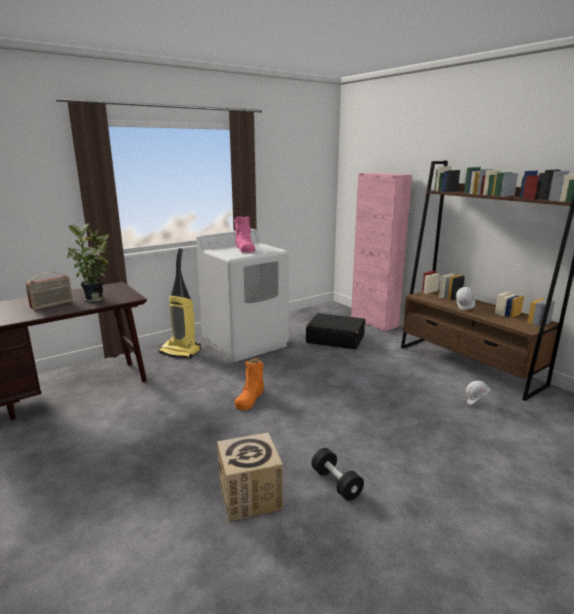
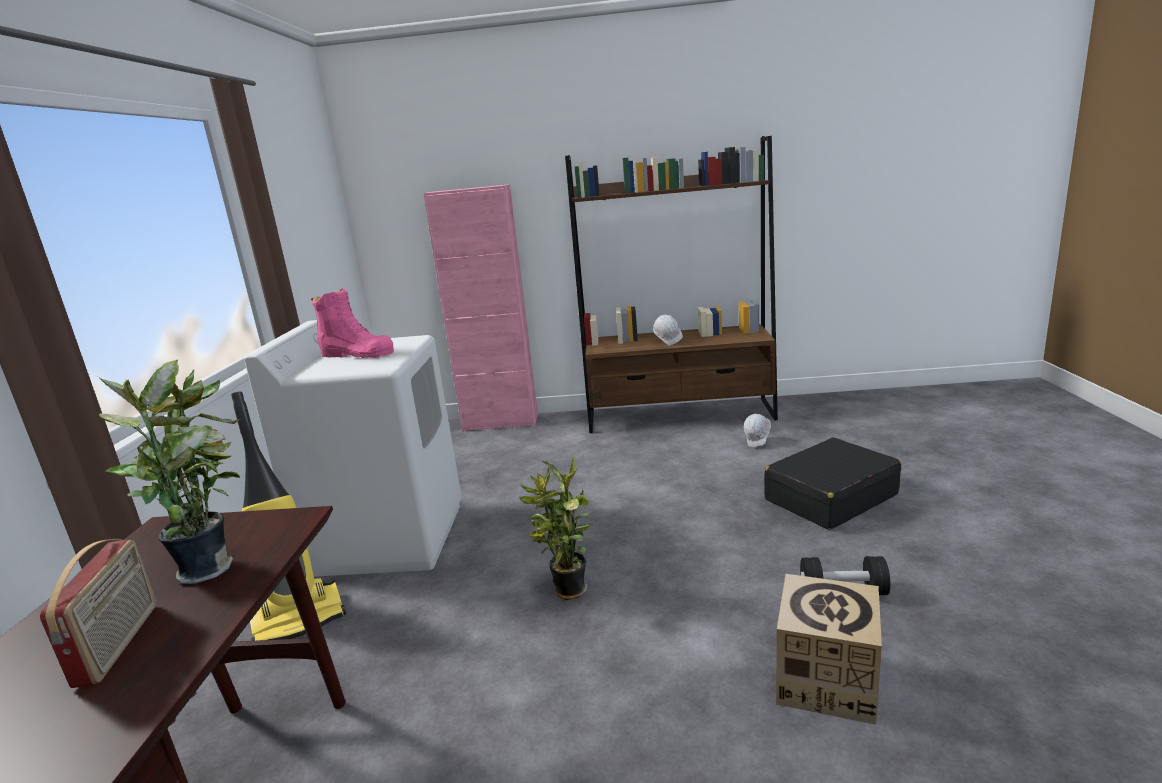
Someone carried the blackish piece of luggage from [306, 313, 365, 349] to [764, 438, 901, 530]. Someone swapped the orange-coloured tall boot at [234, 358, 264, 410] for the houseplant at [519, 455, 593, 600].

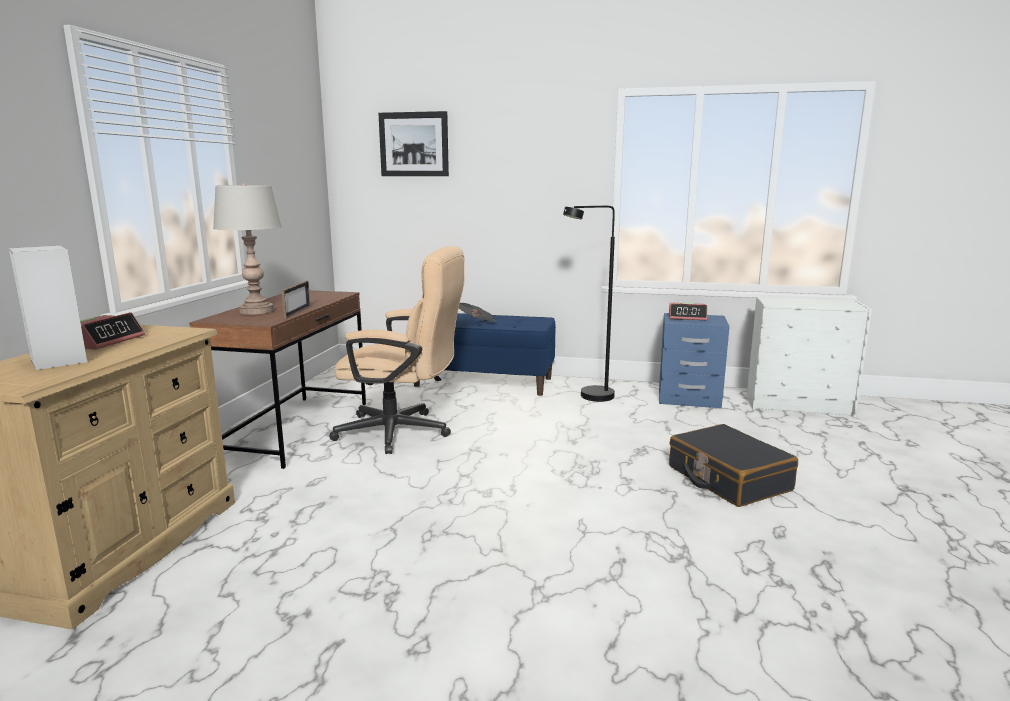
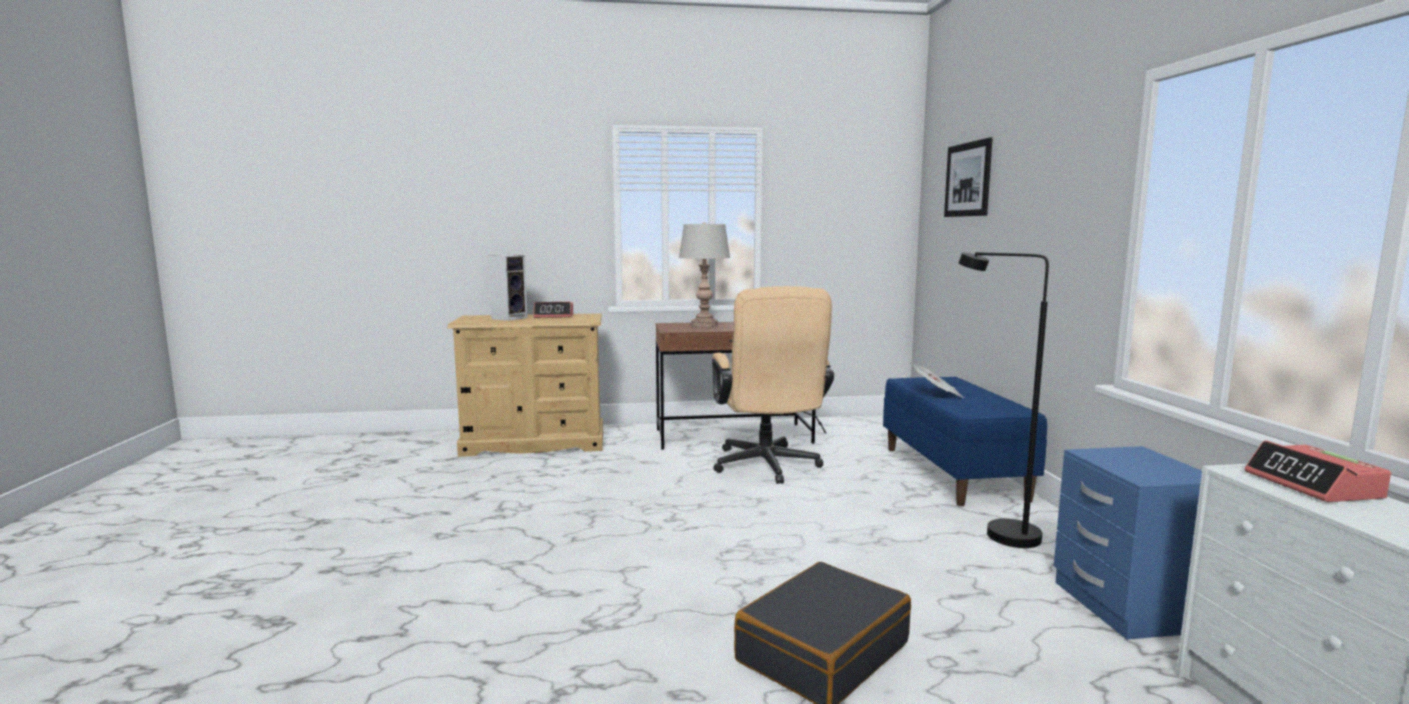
Someone took away the photo frame at [282, 281, 310, 319]. Someone carried the bedside clock from [669, 303, 707, 320] to [1245, 440, 1391, 502].

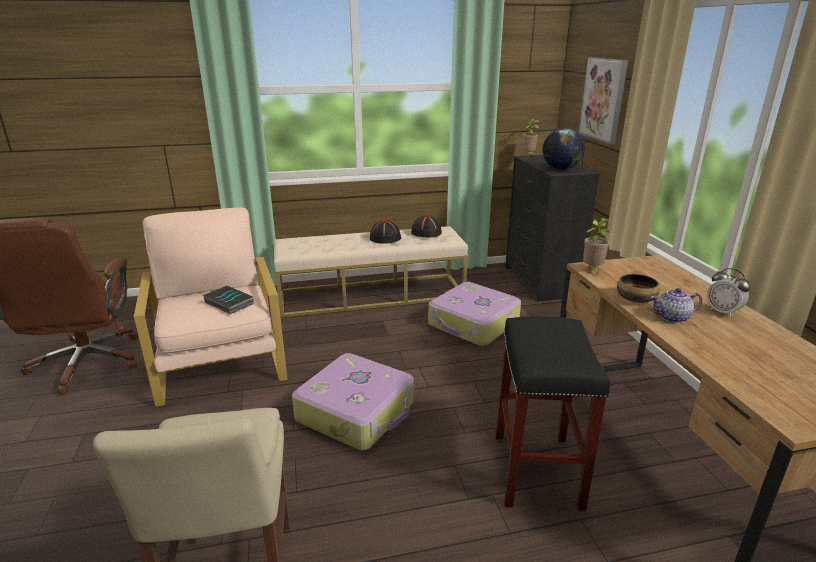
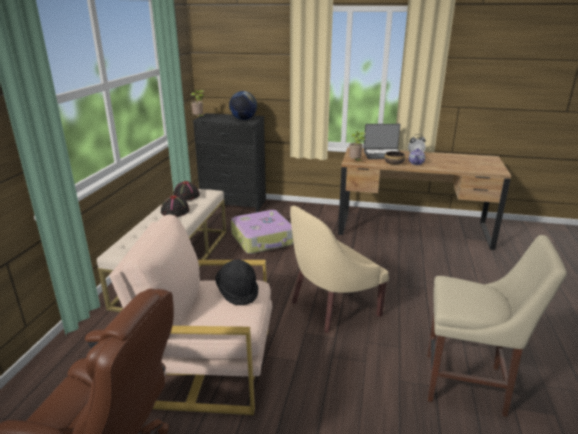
Someone took away the blackish stool at [496, 316, 610, 511]. Someone took away the picture at [578, 57, 628, 144]. Someone put down the portable computer at [364, 124, 400, 159]. Someone swapped the bound book at [203, 286, 254, 314] for the blackish wearable hat at [215, 259, 258, 306]. Someone swapped the piece of luggage at [292, 353, 414, 450] for the sand-coloured lounge chair at [290, 206, 389, 333].

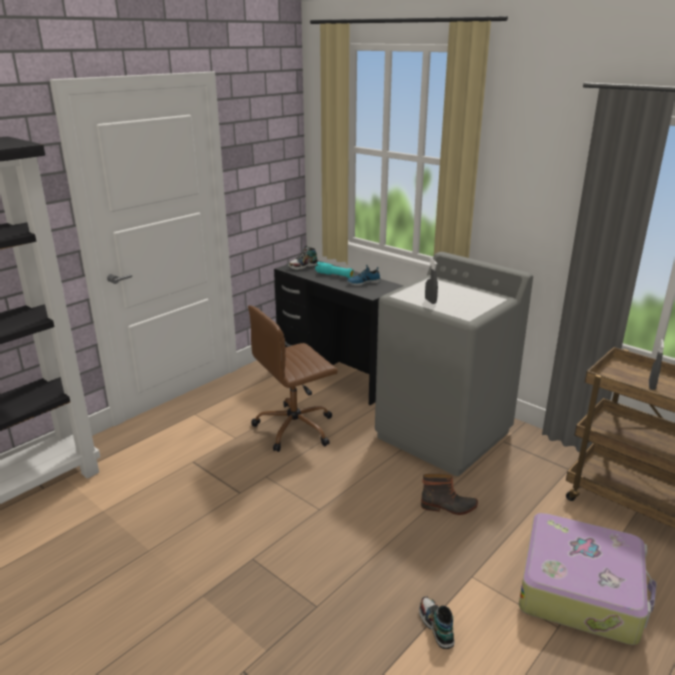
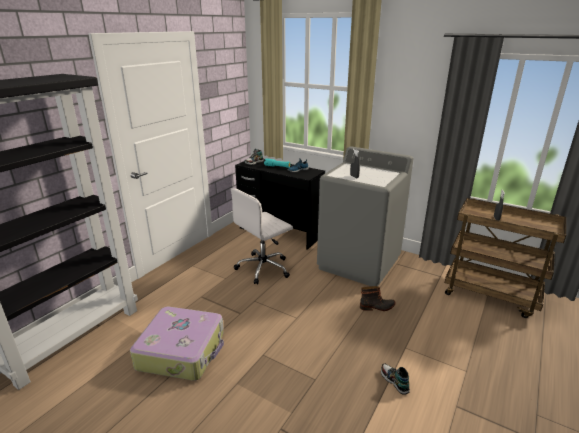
Someone carried the piece of luggage from [519, 513, 657, 645] to [130, 307, 224, 381]. Someone repainted the brownish computer chair at [248, 306, 338, 452], which became the white-coloured computer chair at [231, 188, 293, 285].

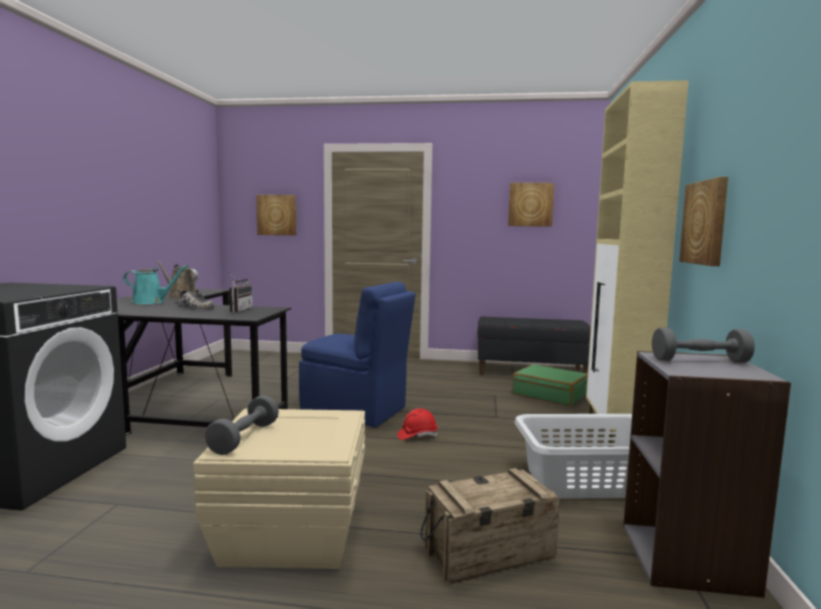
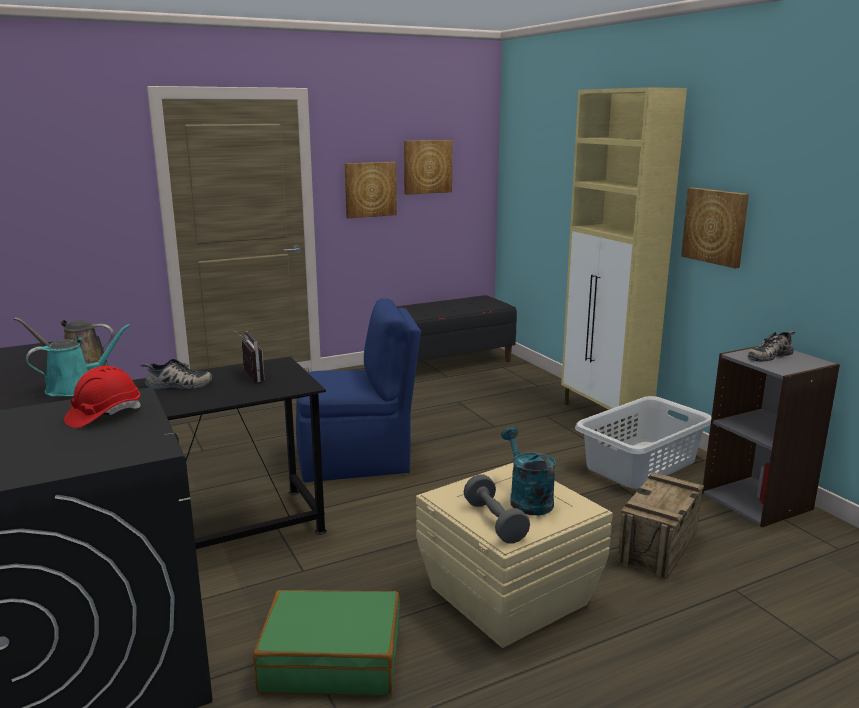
Someone put down the turquoise-coloured watering pot at [501, 427, 556, 515]. Someone carried the picture from [256, 195, 296, 235] to [345, 162, 397, 218]. Someone carried the red work helmet from [397, 408, 438, 440] to [64, 366, 141, 428]. Someone carried the green-coloured piece of luggage from [512, 364, 588, 406] to [253, 590, 400, 696]. Someone swapped the grey dumbbell at [652, 328, 755, 363] for the low shoe at [748, 331, 795, 362].

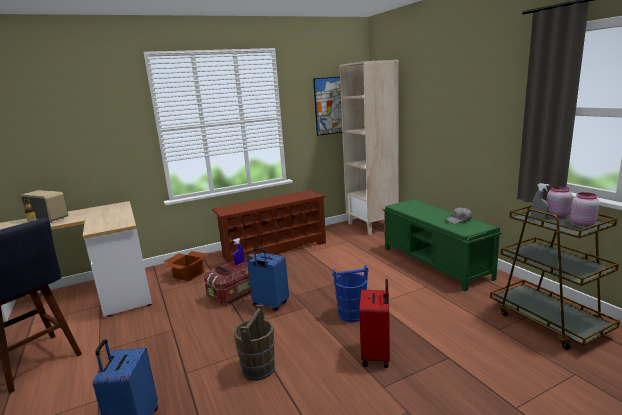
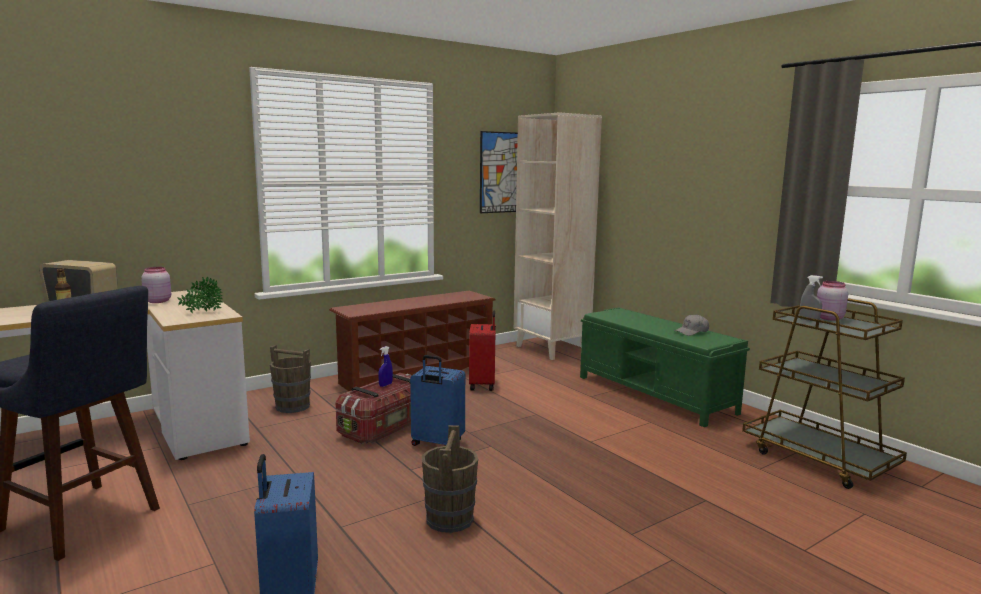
Someone took away the blue pail at [332, 265, 369, 322]. Someone put down the houseplant at [177, 276, 223, 314]. Someone carried the red piece of luggage from [359, 279, 390, 368] to [469, 311, 496, 391]. Someone carried the pink jar from [570, 192, 600, 226] to [141, 267, 171, 303]. Someone swapped the cardboard box at [163, 251, 209, 281] for the brownish pail at [270, 345, 311, 413].

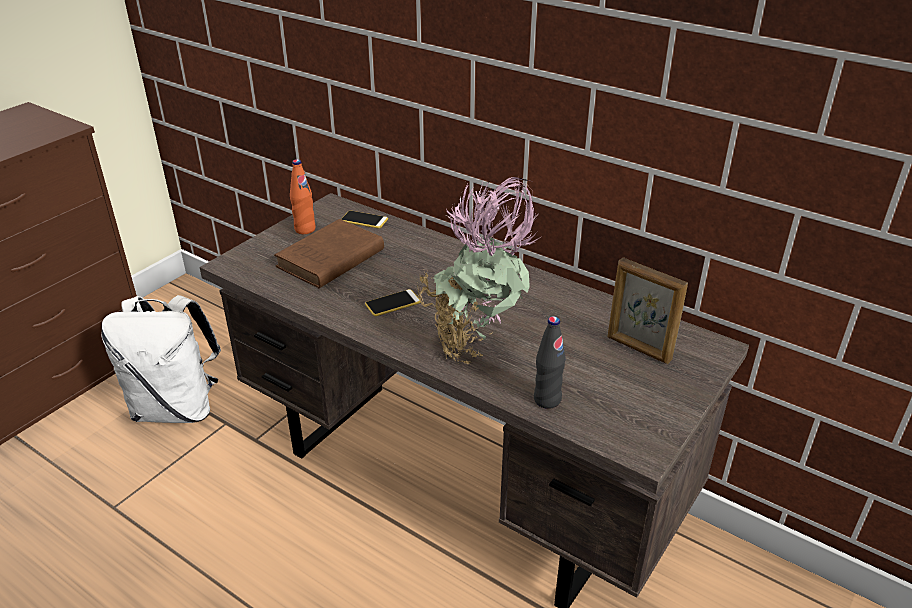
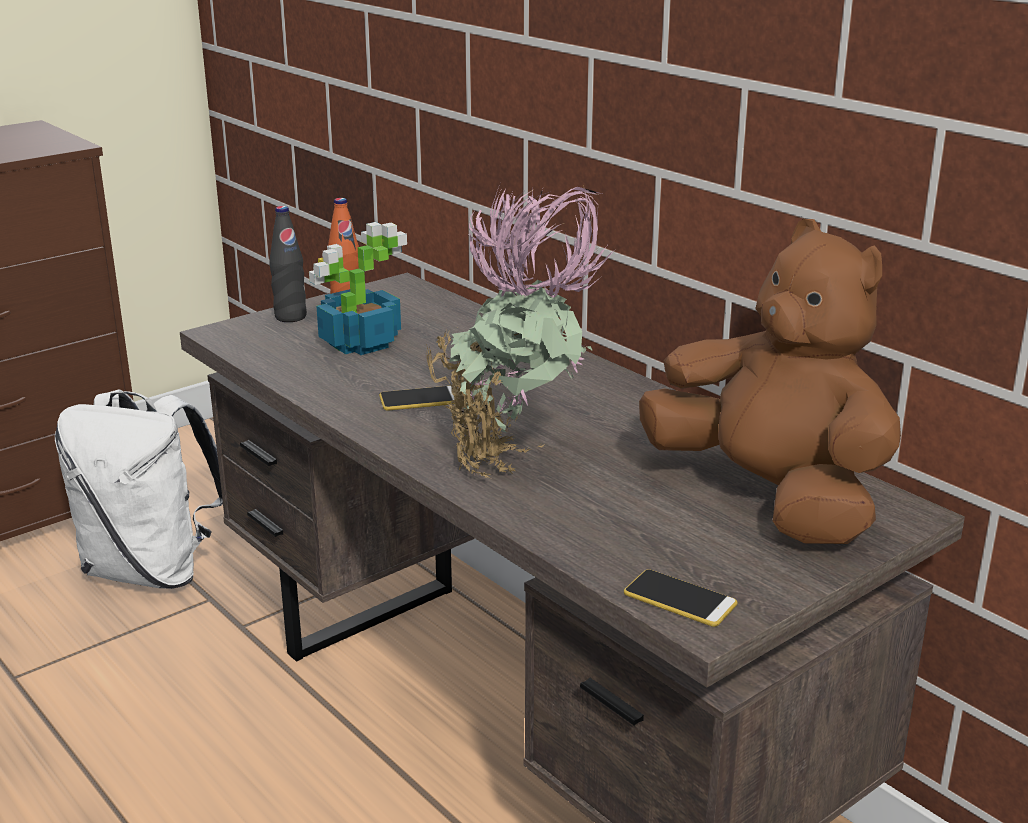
Someone carried the phone from [341, 211, 388, 228] to [624, 569, 737, 627]. Someone carried the blackish drink bottle from [534, 316, 566, 409] to [269, 206, 307, 322]. Someone swapped the brownish bound book at [274, 219, 384, 288] for the houseplant at [309, 222, 407, 355]. Someone swapped the photo frame at [608, 258, 688, 364] for the brownish cuddly toy at [639, 219, 901, 544].

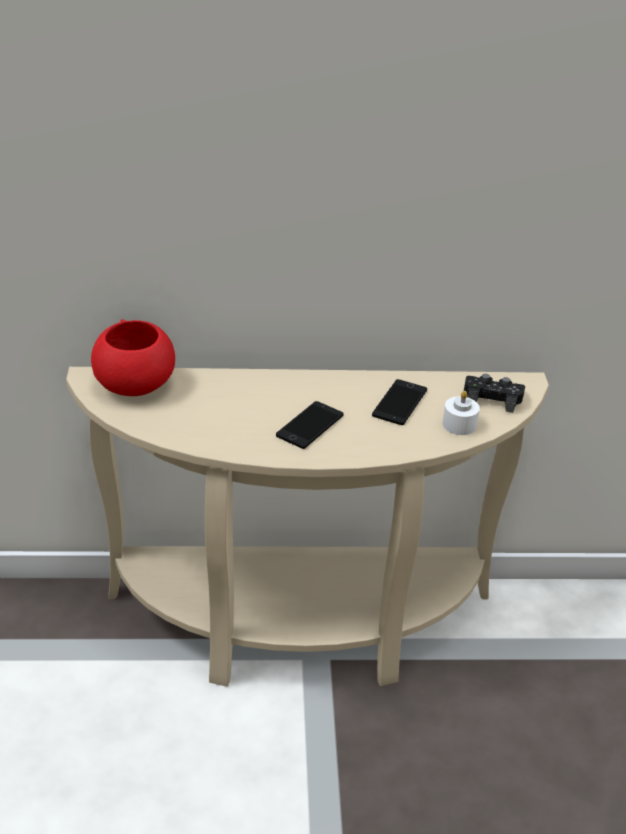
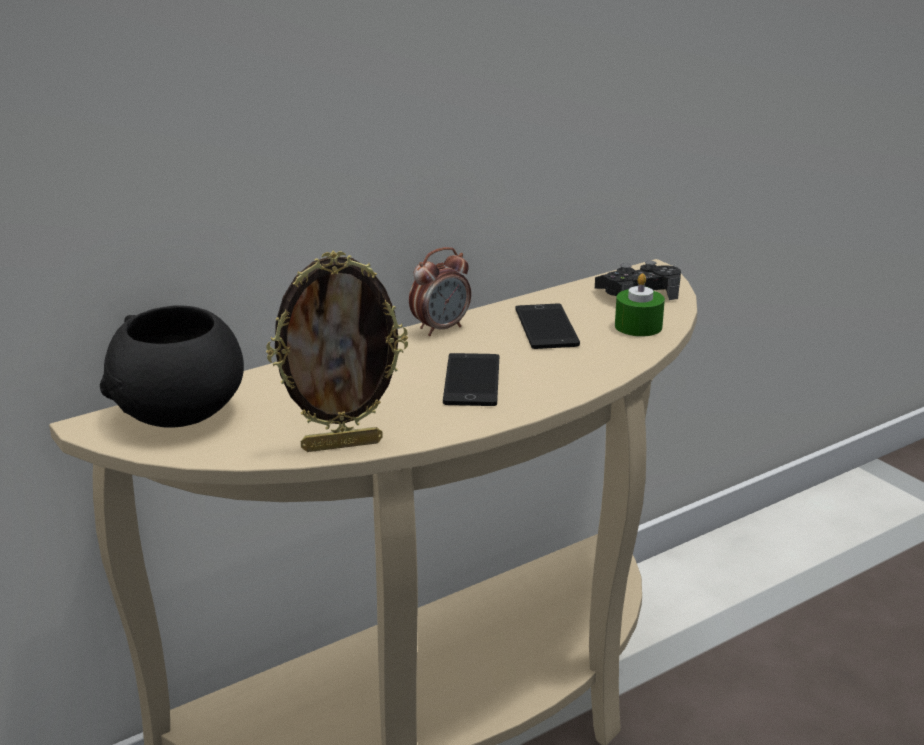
Someone put down the photo frame at [266, 251, 408, 452]. Someone put down the bedside clock at [409, 247, 471, 336]. Someone repainted the red bowl at [91, 319, 175, 396], which became the blackish bowl at [100, 305, 244, 428]. Someone repainted the white-coloured wax light at [442, 391, 480, 435], which became the green-coloured wax light at [615, 273, 665, 337].

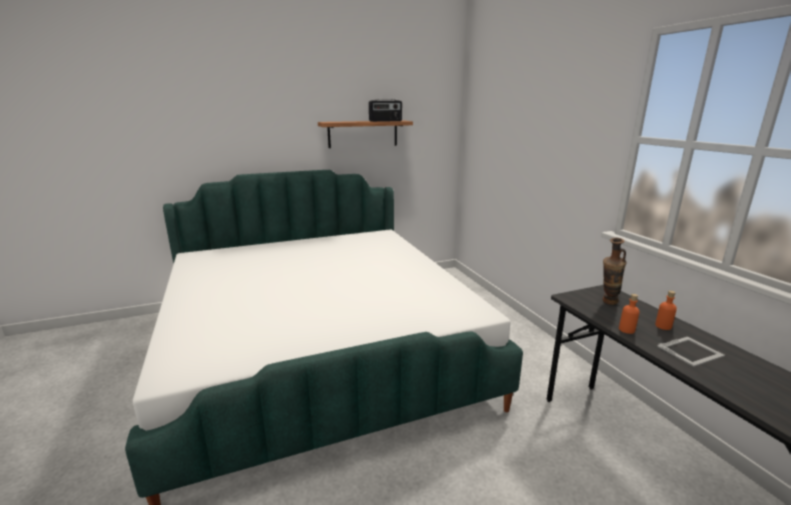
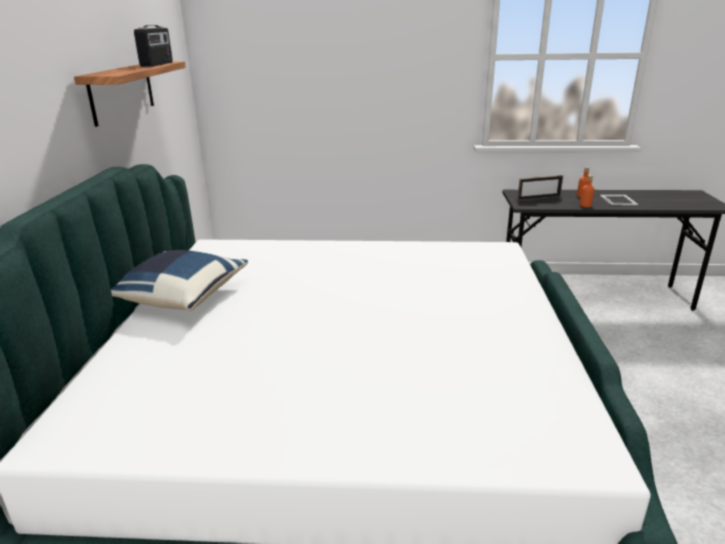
Someone put down the blue throw pillow at [111, 250, 248, 311]. Someone swapped the vase at [603, 238, 626, 305] for the photo frame at [517, 175, 563, 201].

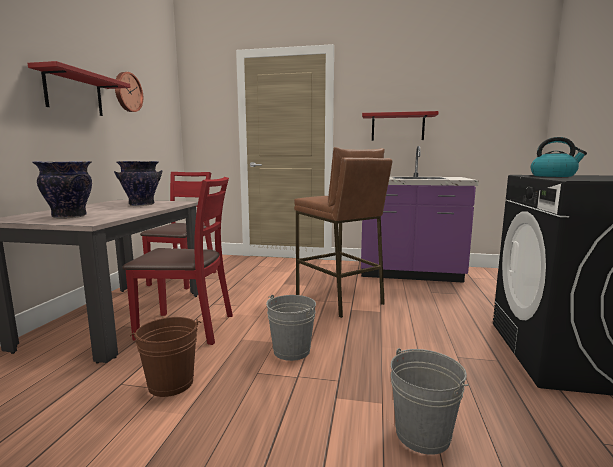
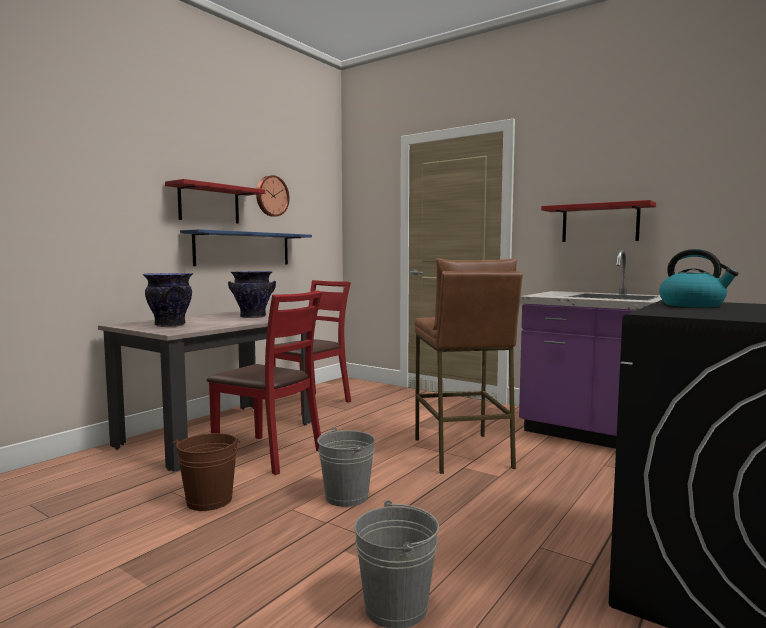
Someone put up the blue bracket shelf at [180, 229, 312, 266].

